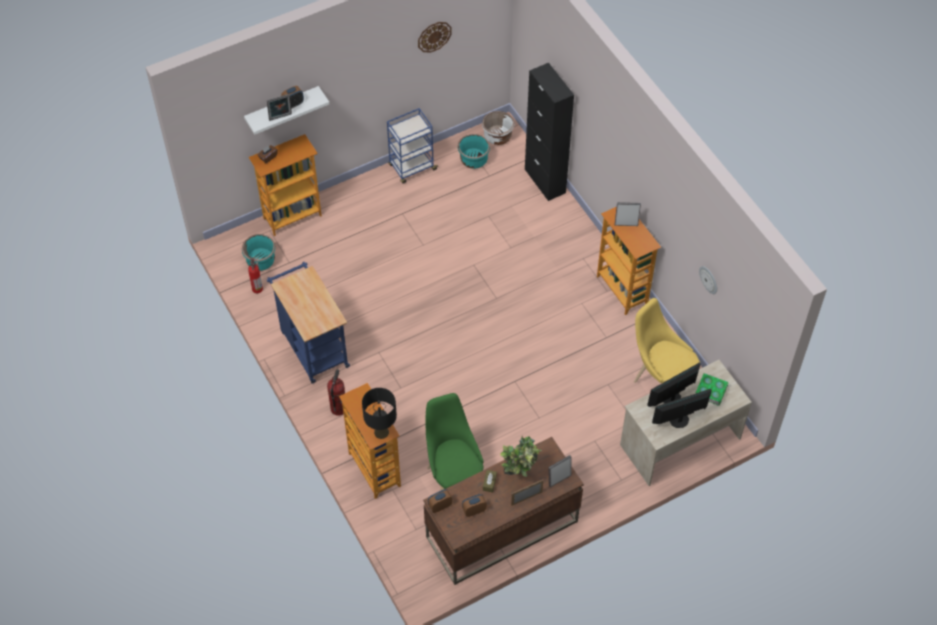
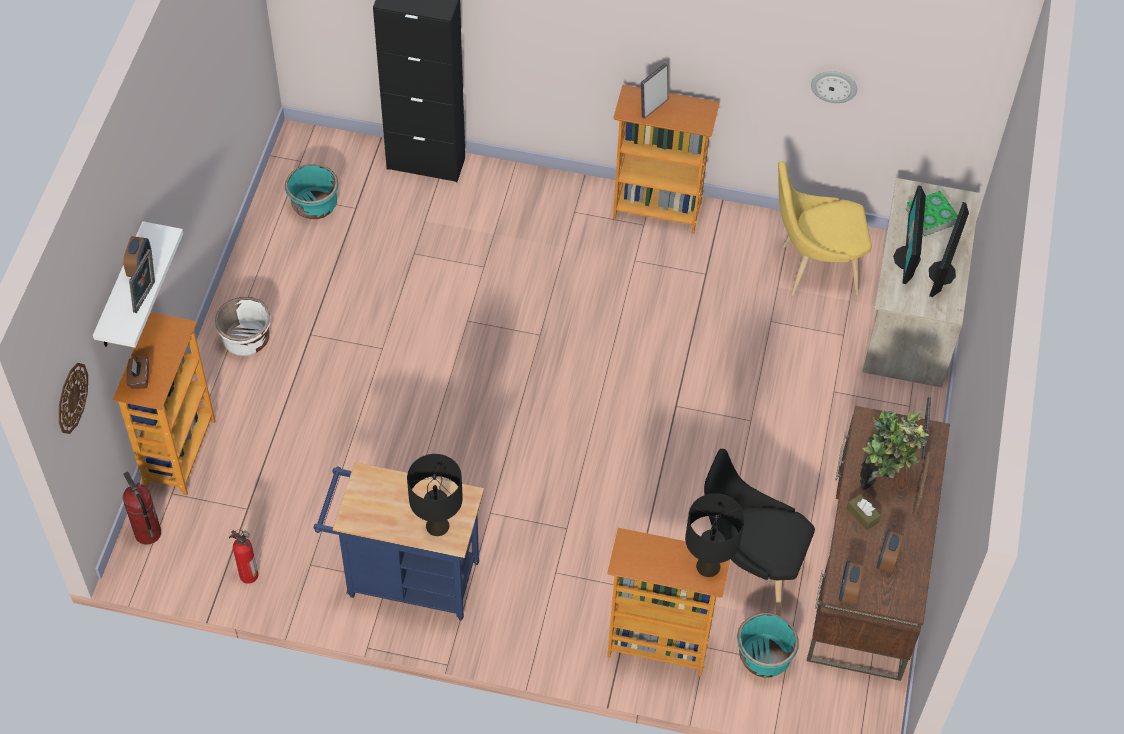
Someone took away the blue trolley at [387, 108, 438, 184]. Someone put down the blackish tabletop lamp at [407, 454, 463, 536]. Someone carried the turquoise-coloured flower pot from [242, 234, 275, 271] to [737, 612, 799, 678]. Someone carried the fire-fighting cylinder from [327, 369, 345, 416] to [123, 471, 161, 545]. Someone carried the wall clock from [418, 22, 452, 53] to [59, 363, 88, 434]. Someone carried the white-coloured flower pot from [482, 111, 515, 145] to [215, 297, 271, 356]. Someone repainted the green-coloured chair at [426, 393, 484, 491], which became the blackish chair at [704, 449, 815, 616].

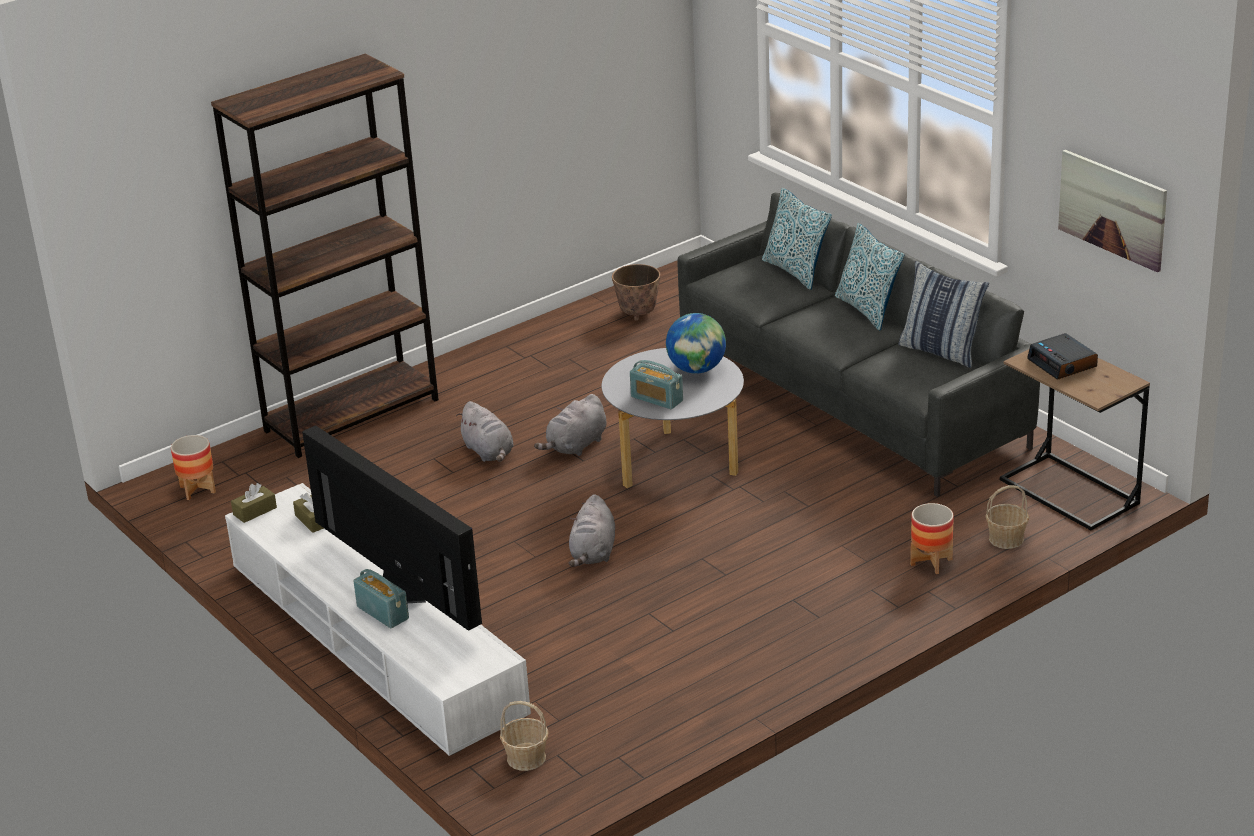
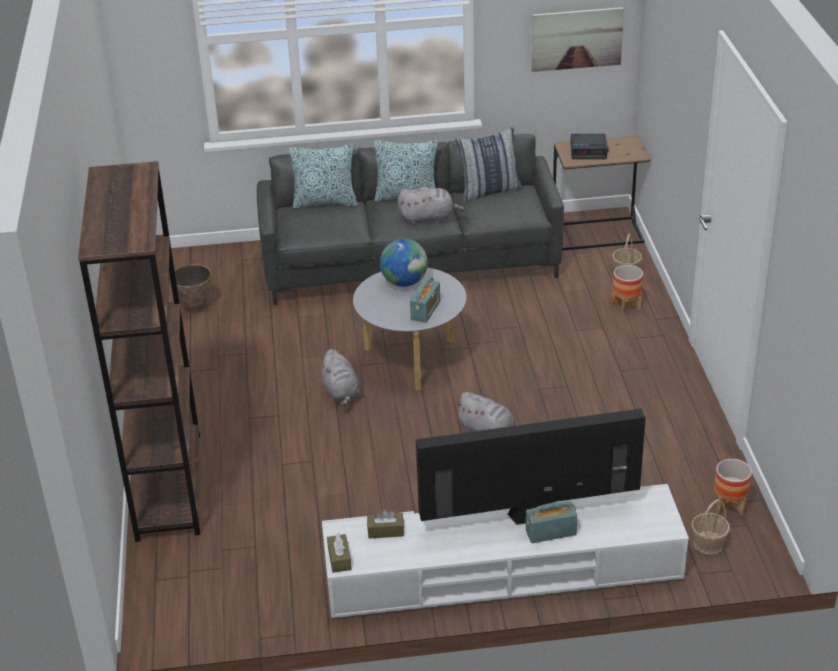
Someone carried the flower pot from [171, 435, 216, 500] to [714, 459, 752, 516]. Someone carried the grey cuddly toy from [456, 401, 514, 462] to [397, 187, 465, 224]. Someone rotated the radio receiver at [630, 360, 683, 409] by 45 degrees counterclockwise.

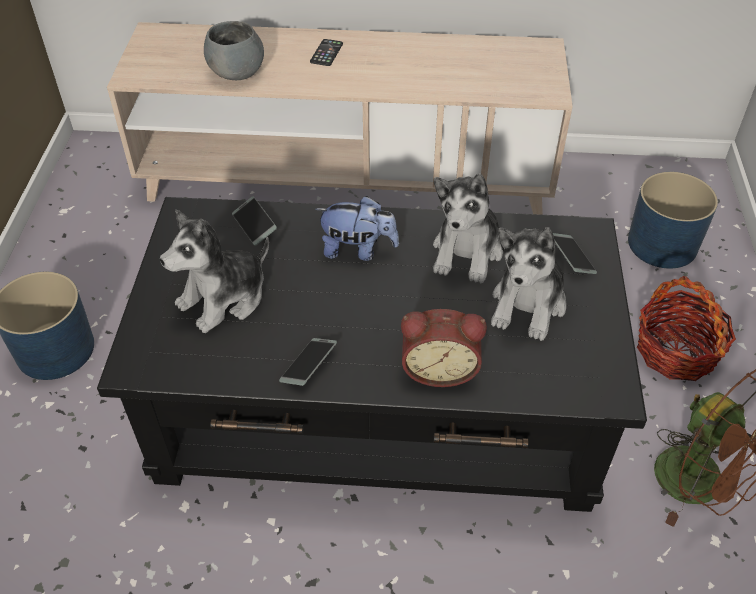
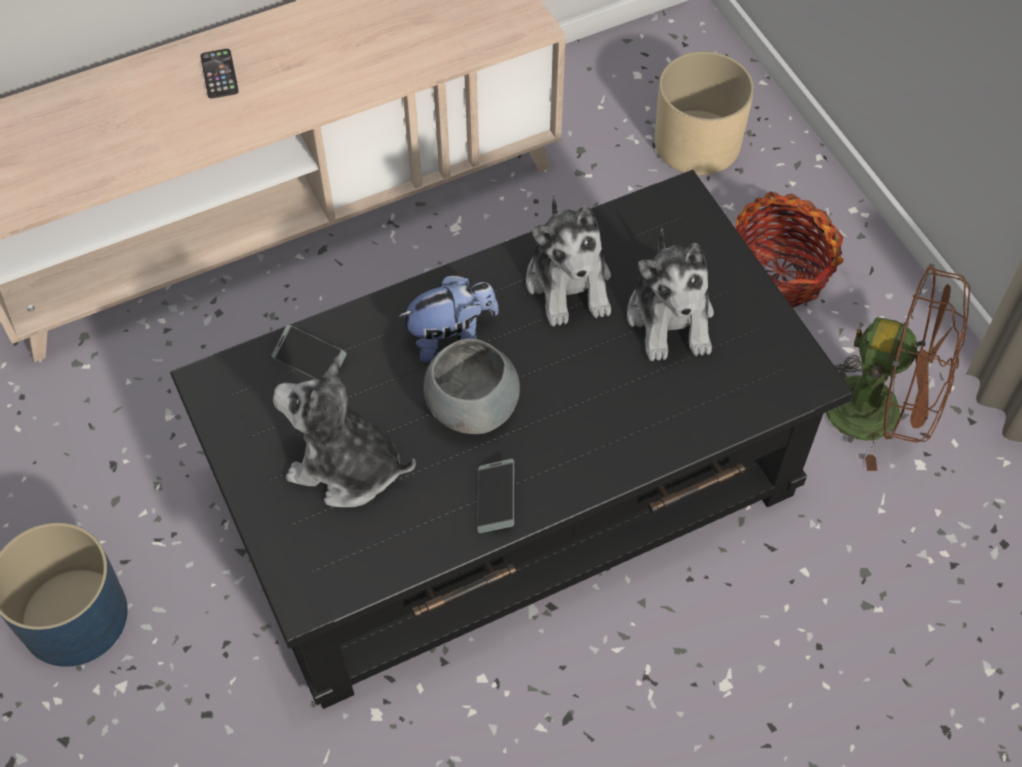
Someone took away the bedside clock at [401, 309, 487, 387]. Someone took away the phone at [553, 233, 597, 274]. Someone carried the grey bowl from [204, 21, 264, 80] to [424, 338, 520, 434]. Someone repainted the blue flower pot at [628, 172, 718, 269], which became the sand-coloured flower pot at [655, 51, 754, 175]. Someone rotated the cuddly toy at [160, 210, 269, 333] by 90 degrees clockwise.

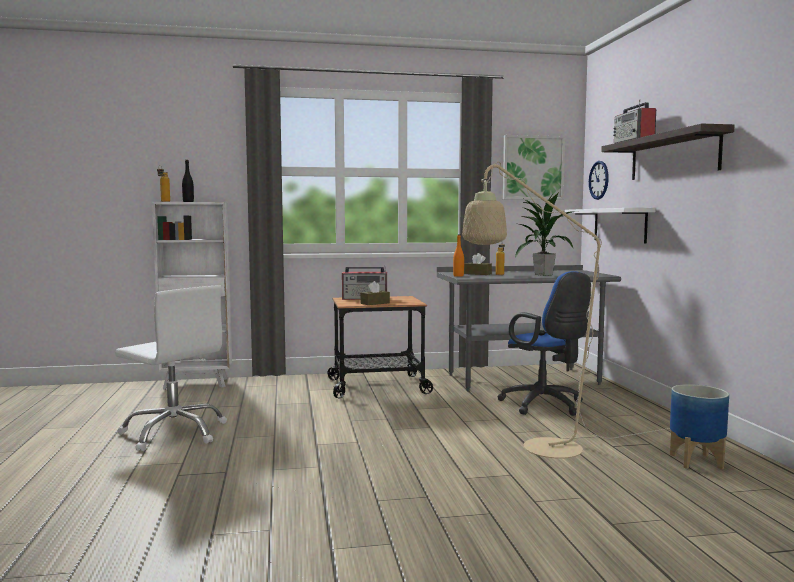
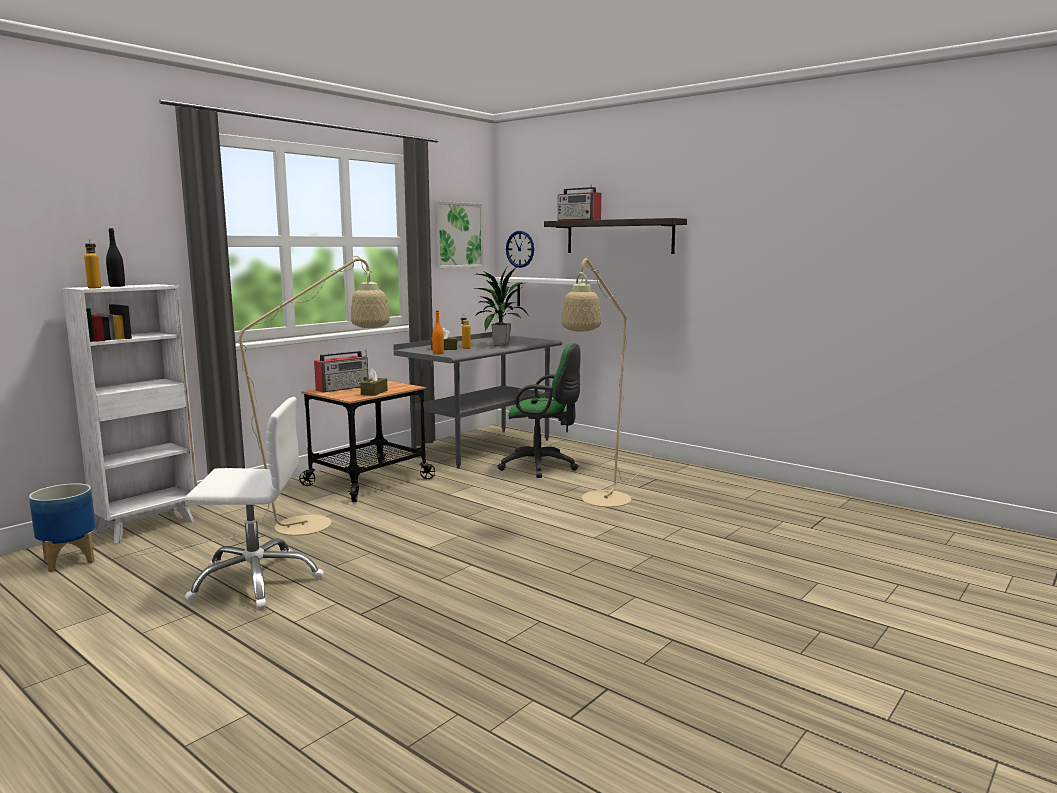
Someone put down the sand-coloured floor lamp at [134, 256, 390, 556]. Someone carried the flower pot from [670, 384, 729, 469] to [29, 483, 96, 572]. Someone repainted the blue computer chair at [497, 271, 591, 416], which became the green-coloured computer chair at [497, 343, 581, 478].

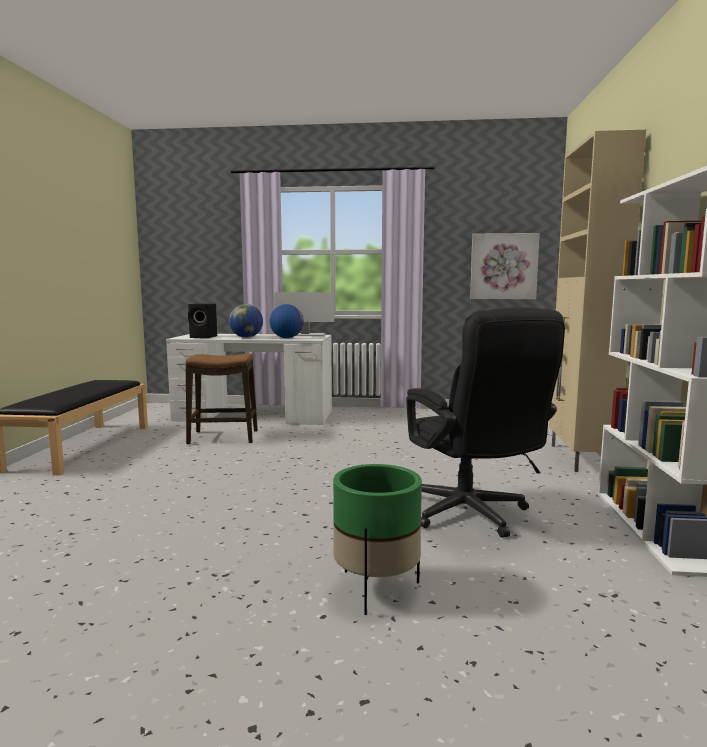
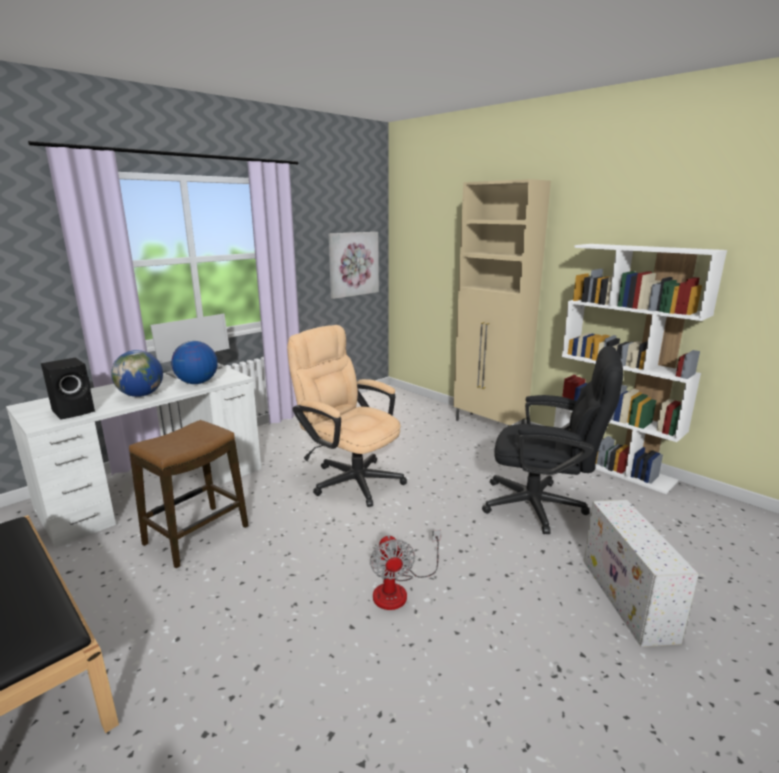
Someone put down the sand-coloured computer chair at [287, 325, 407, 507]. Someone put down the electric fan at [370, 530, 441, 610]. Someone swapped the green-coloured flower pot at [333, 464, 422, 615] for the white-coloured storage box at [584, 500, 699, 647].

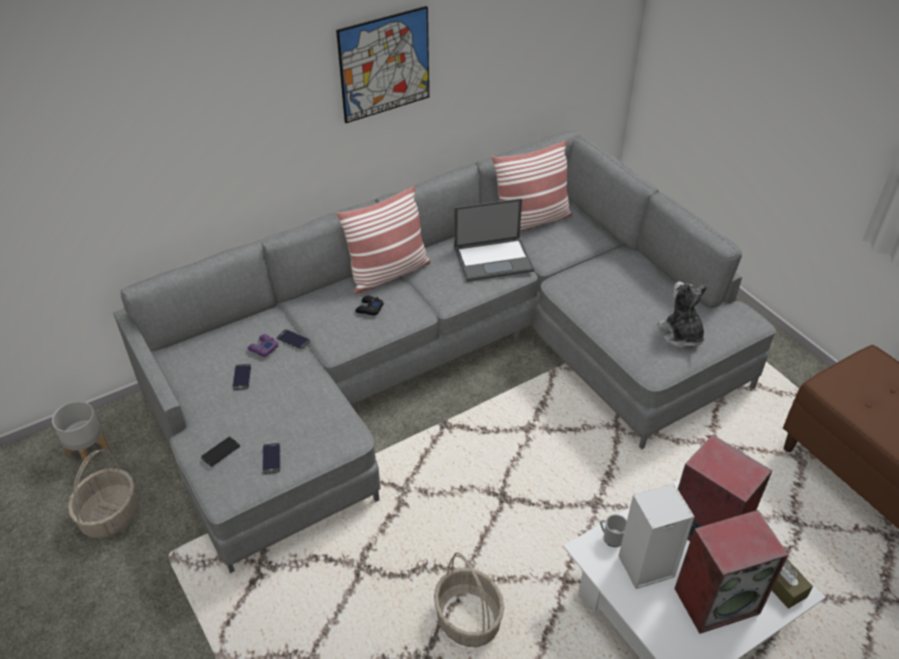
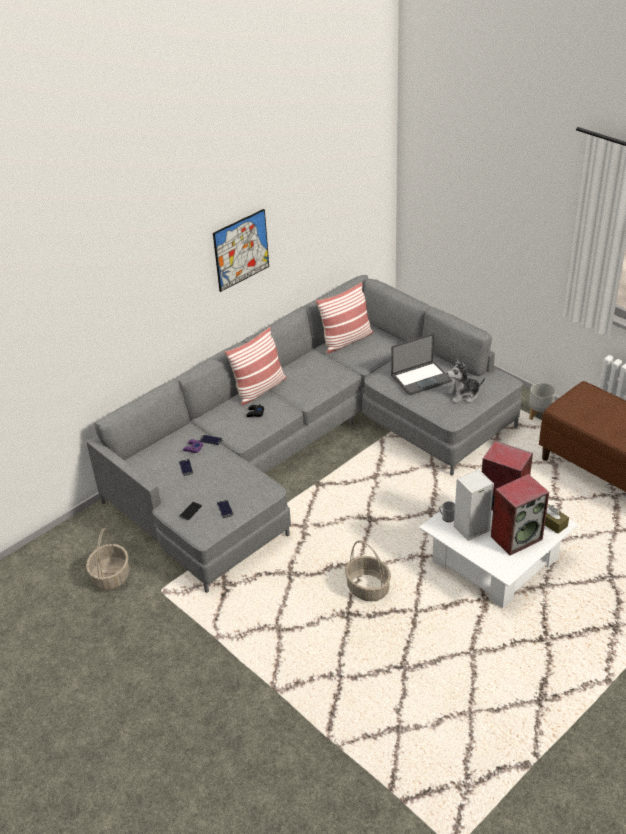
Someone carried the grey flower pot from [52, 401, 108, 465] to [529, 383, 556, 420]. Someone carried the portable computer from [454, 198, 534, 282] to [391, 333, 452, 396]. Someone rotated the cuddly toy at [659, 281, 707, 348] by 75 degrees counterclockwise.

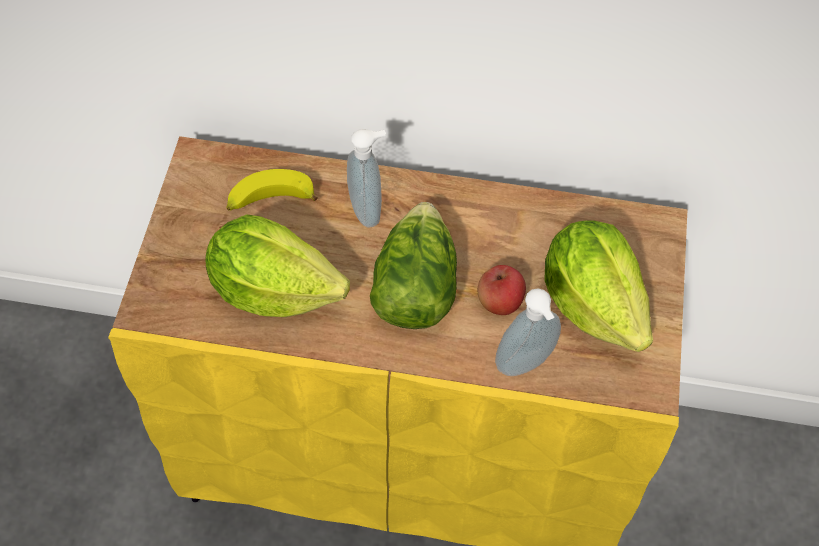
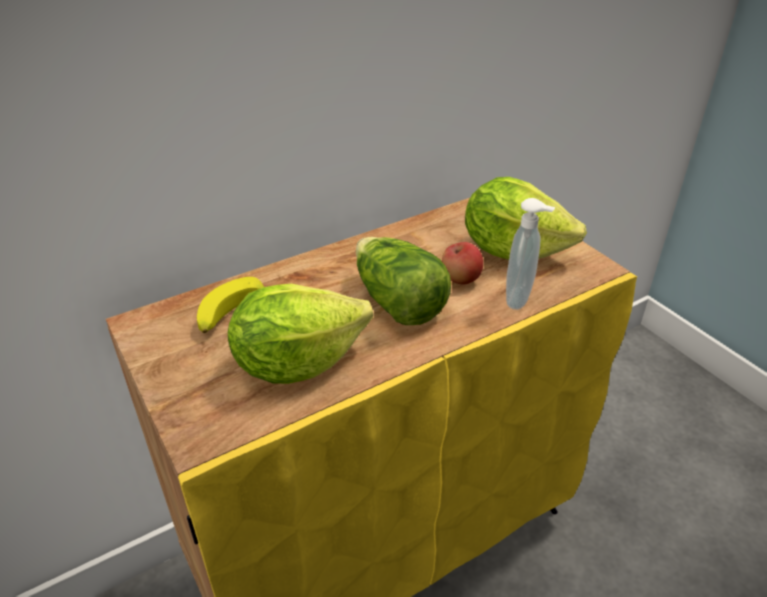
Someone took away the soap dispenser at [347, 129, 386, 228].

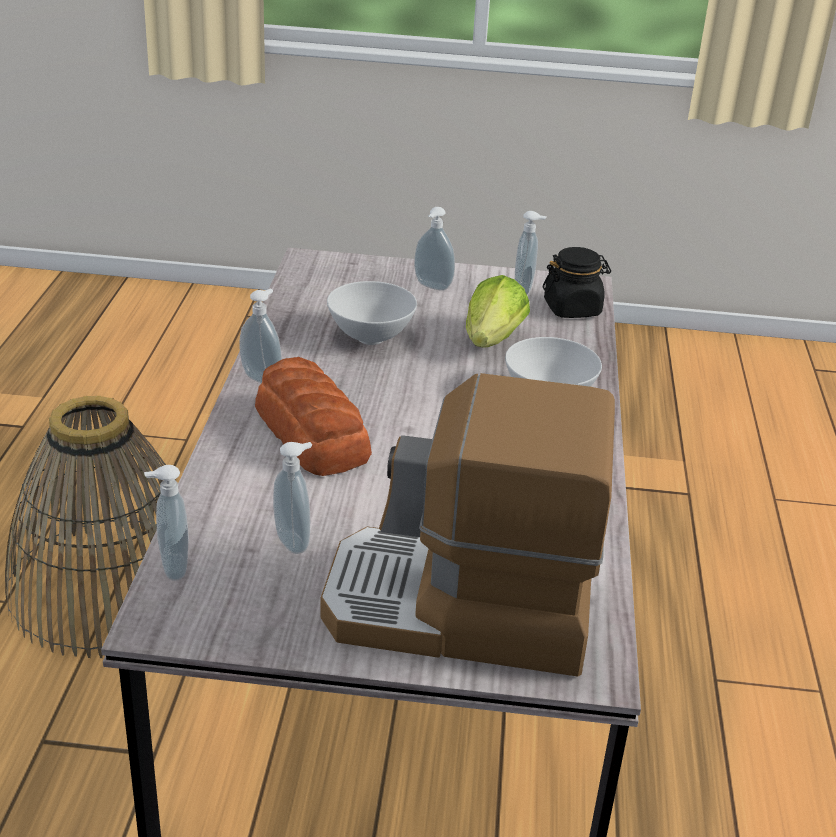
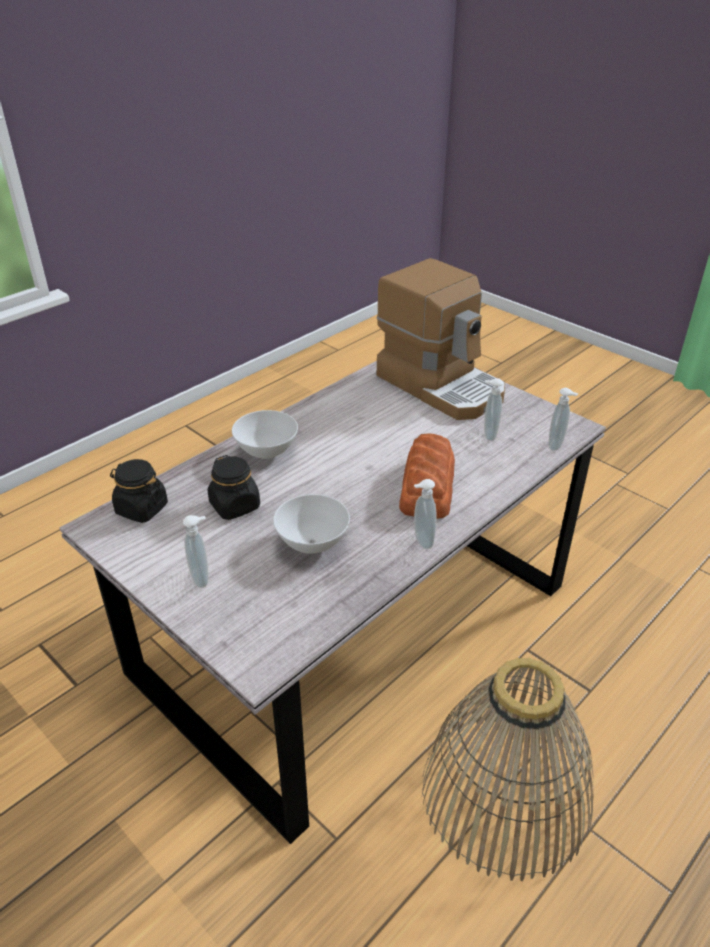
Someone took away the soap dispenser at [515, 211, 547, 294]. Someone swapped the head of lettuce at [466, 275, 530, 348] for the blackish jar at [208, 455, 260, 520].

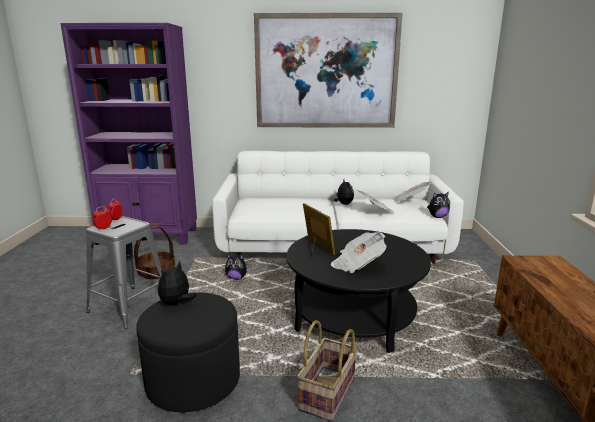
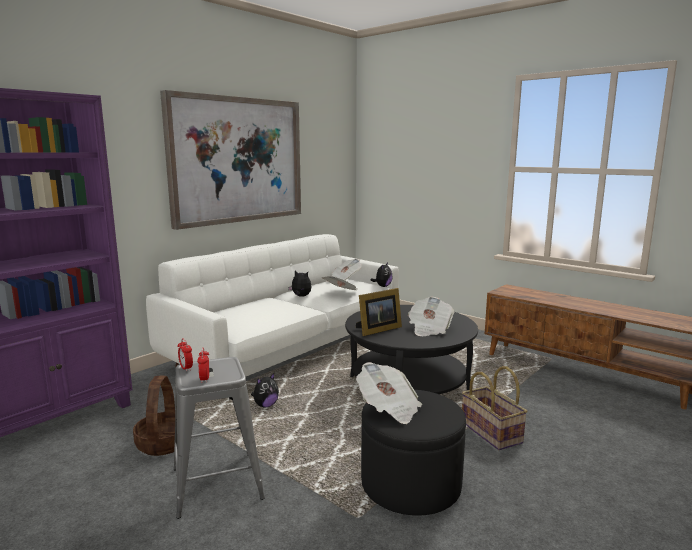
Someone swapped the cuddly toy at [158, 261, 197, 305] for the daily paper at [356, 362, 422, 424]. Someone rotated the photo frame at [303, 203, 335, 256] by 135 degrees clockwise.

